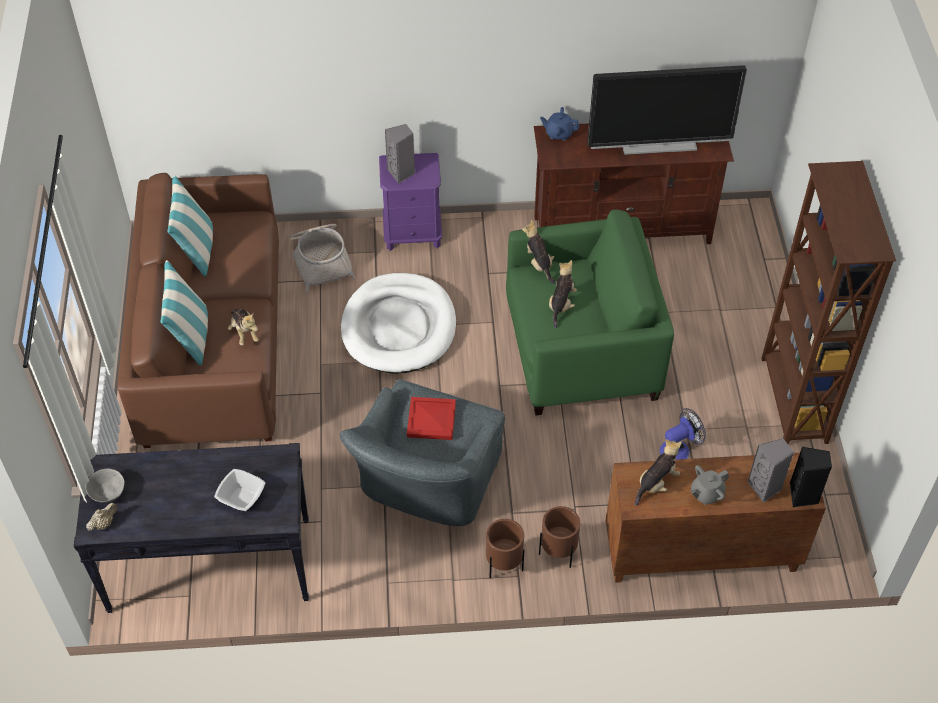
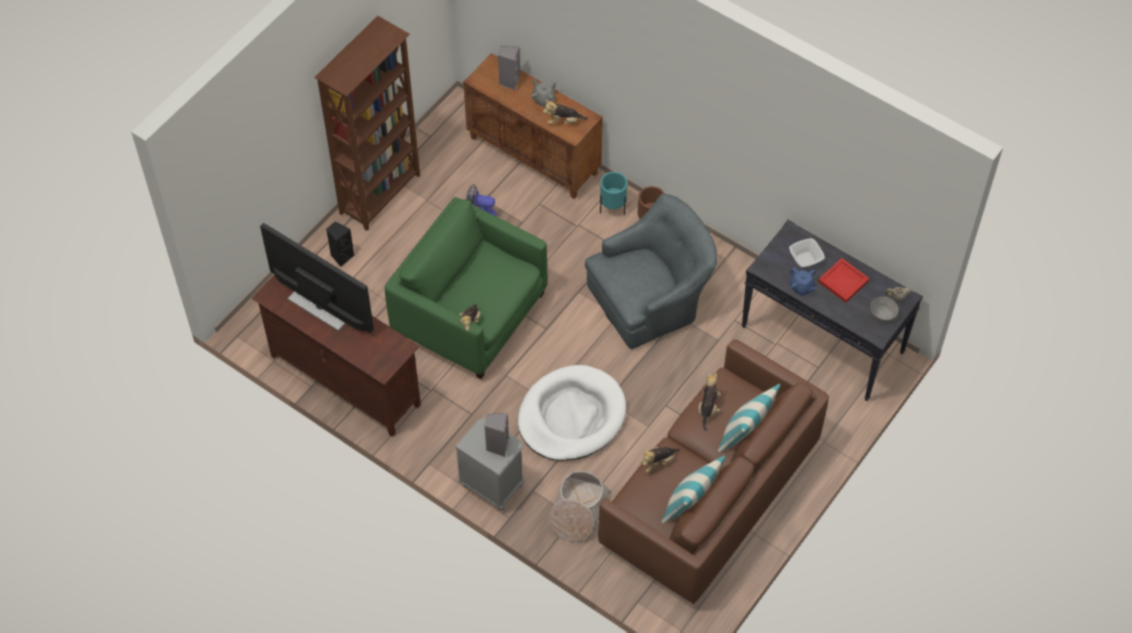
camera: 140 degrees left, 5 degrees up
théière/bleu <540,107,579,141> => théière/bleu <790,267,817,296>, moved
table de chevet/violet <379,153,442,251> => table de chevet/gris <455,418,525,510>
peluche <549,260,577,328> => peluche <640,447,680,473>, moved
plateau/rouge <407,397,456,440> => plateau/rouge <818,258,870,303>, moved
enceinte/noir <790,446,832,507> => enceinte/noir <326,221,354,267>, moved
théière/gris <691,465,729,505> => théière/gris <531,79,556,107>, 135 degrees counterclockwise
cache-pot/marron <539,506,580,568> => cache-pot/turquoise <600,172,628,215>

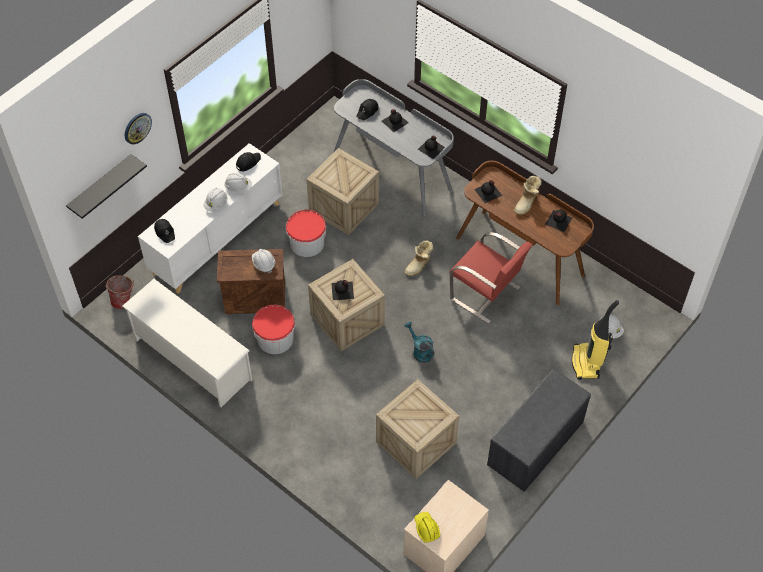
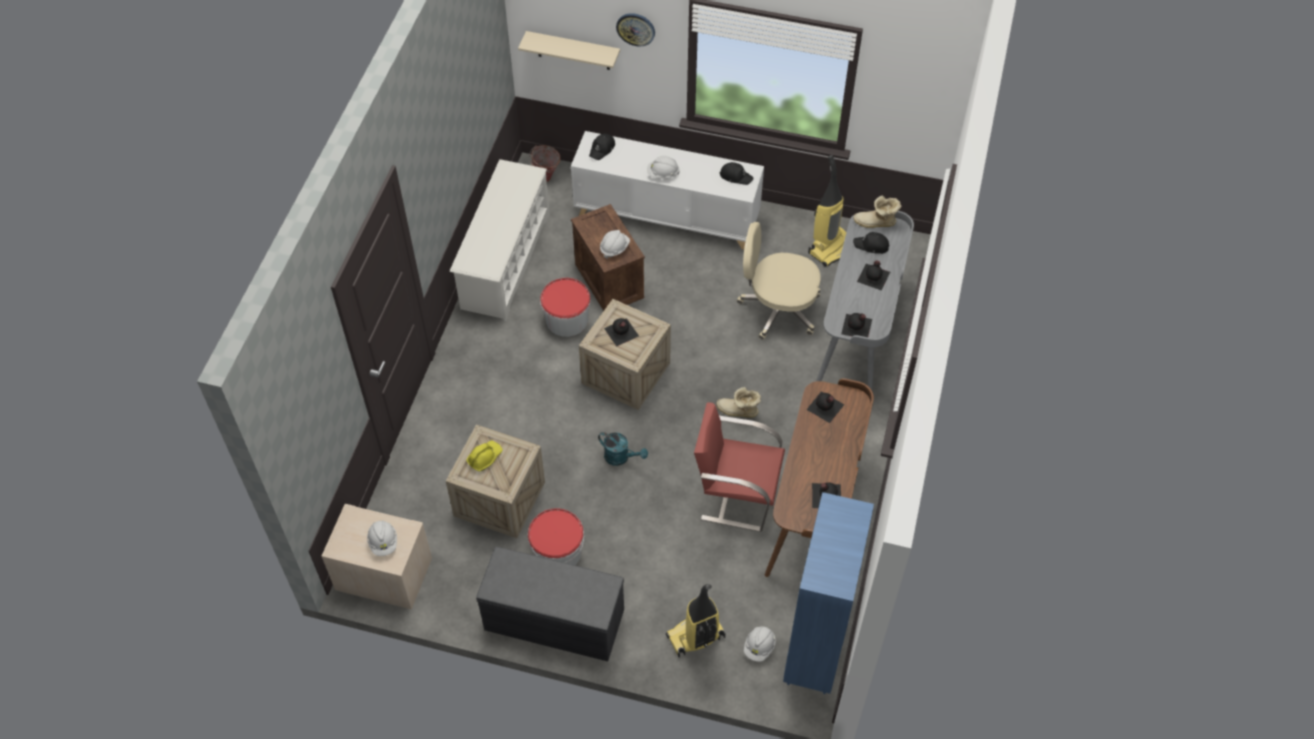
camera: 65 degrees right, 0 degrees up
caisse <307,148,379,235> => chaise de bureau/beige <737,222,821,340>
étagère/noir <66,154,147,219> => étagère/beige <518,31,620,70>
casque de chantier/blanc <225,173,252,192> => casque de chantier/blanc <367,521,397,556>, moved
botte <514,176,542,215> => botte <853,196,902,228>, moved
seau <286,210,326,257> => seau <528,508,584,565>, moved
chaise/rouge <449,232,532,324> => chaise/rouge <694,403,785,532>, 90 degrees clockwise
arrosoir/turquoise <404,322,435,363> => arrosoir/turquoise <598,432,648,466>, 90 degrees clockwise
casque de chantier/jaune <414,512,440,543> => casque de chantier/jaune <466,441,503,472>, moved
nothing => aspirateur <808,155,846,267>
nothing => bibliothèque/bleu <783,492,874,694>

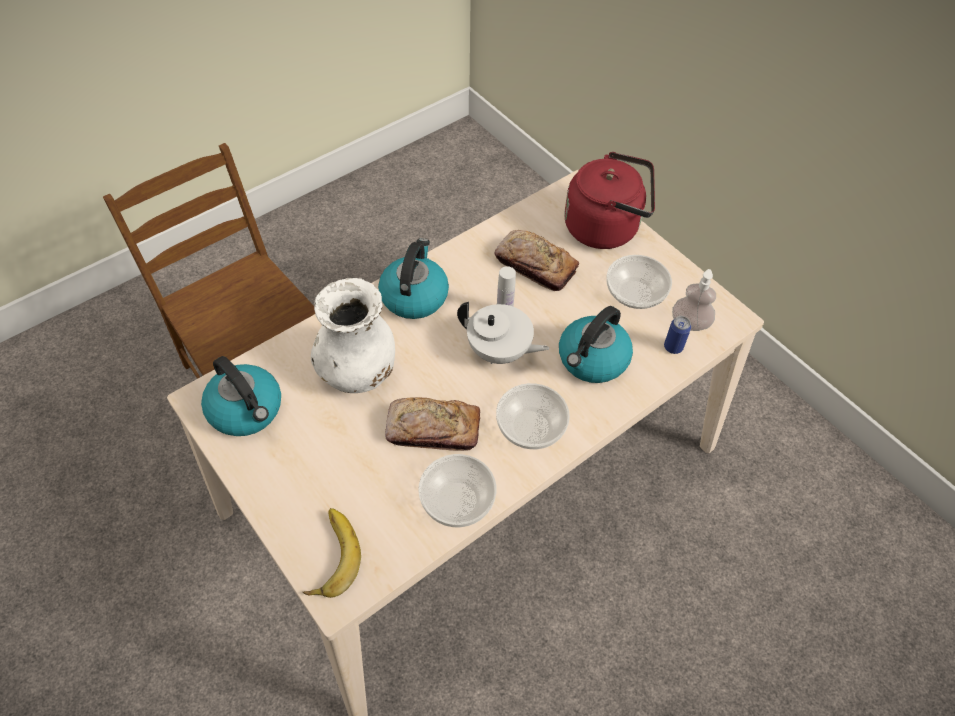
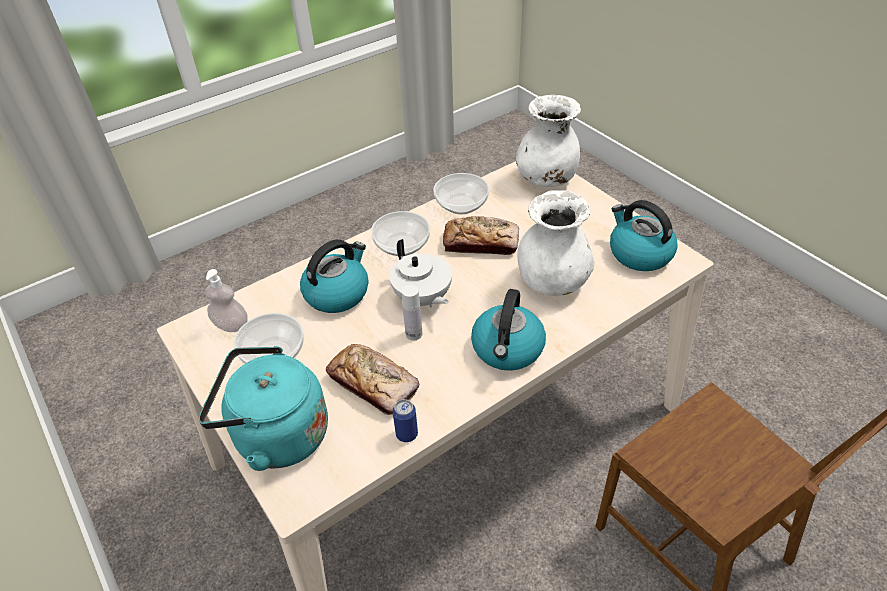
camera: 175 degrees left, 10 degrees down
bouilloire/rouge <564,152,655,249> => bouilloire/turquoise <199,346,328,471>
théière/blanc <457,302,549,364> => théière/blanc <389,239,452,308>, 150 degrees counterclockwise
boîte métallique <664,316,691,354> => boîte métallique <393,399,418,442>, moved
banane <303,508,361,598> => vase/blanc <516,95,581,187>

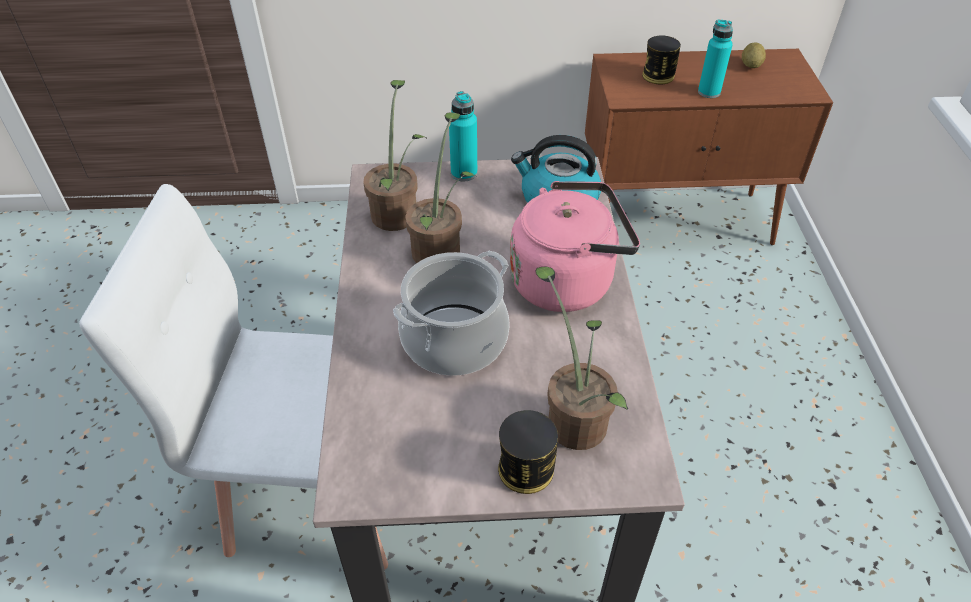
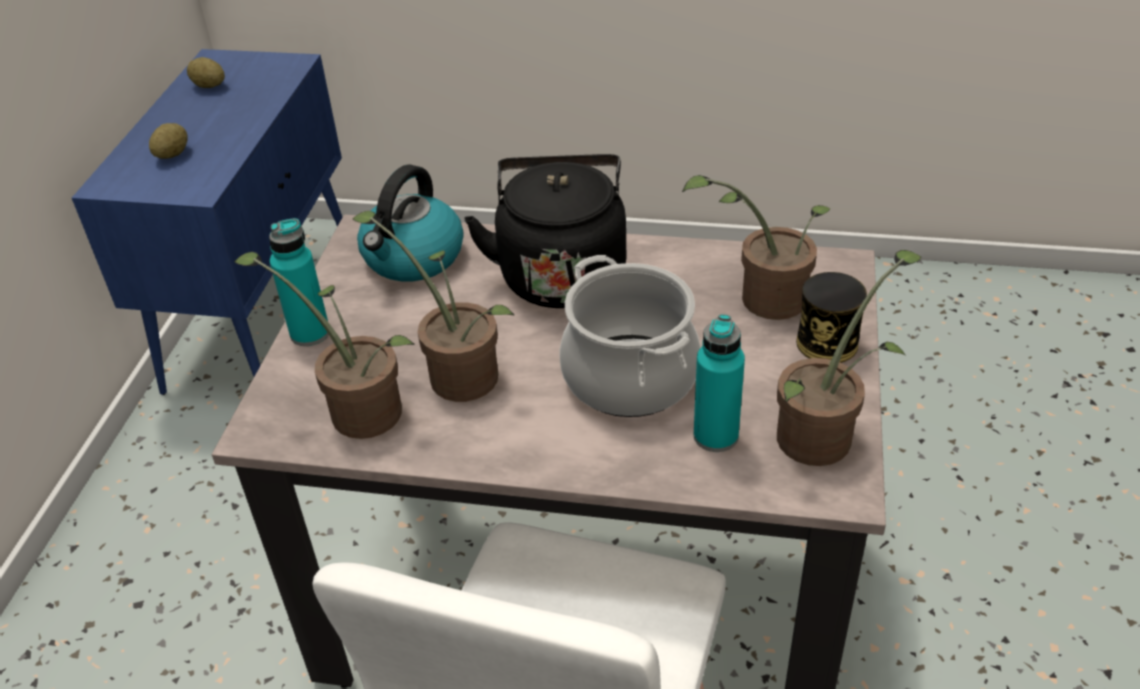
camera: 75 degrees left, 5 degrees down
bouteille/turquoise <698,20,733,98> => bouteille/turquoise <694,314,745,452>, moved
boîte métallique <642,35,681,84> => pomme de terre <149,123,188,159>
meuble de rangement/marron <585,49,833,245> => meuble de rangement/bleu <72,49,342,395>
bouilloire/rose <510,181,640,312> => bouilloire/noir <465,154,626,308>
nothing => plante en pot <777,250,921,466>

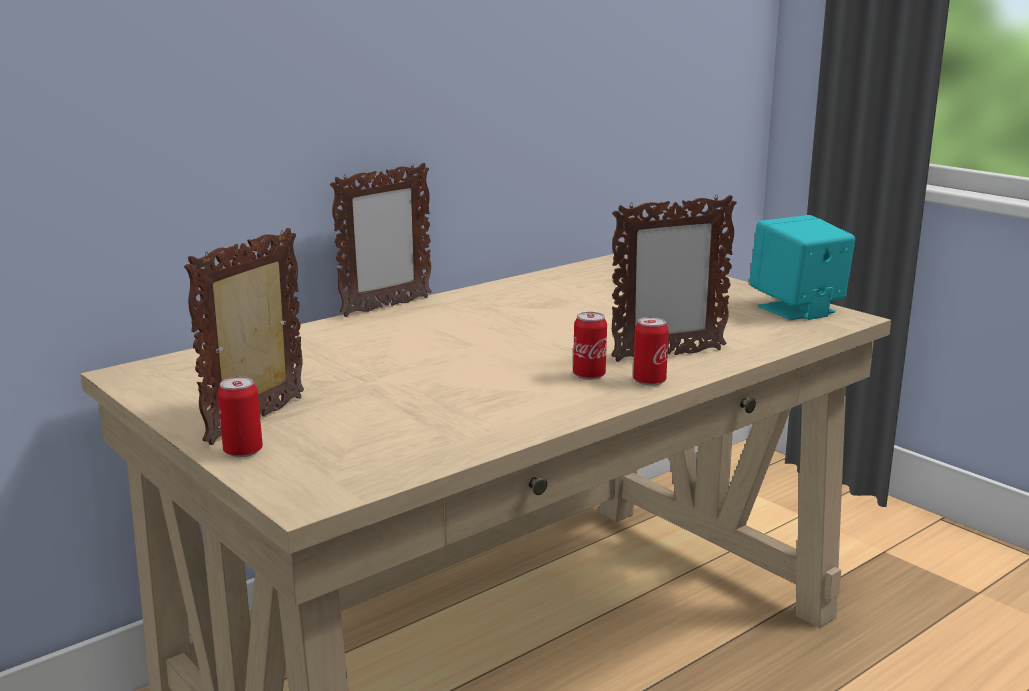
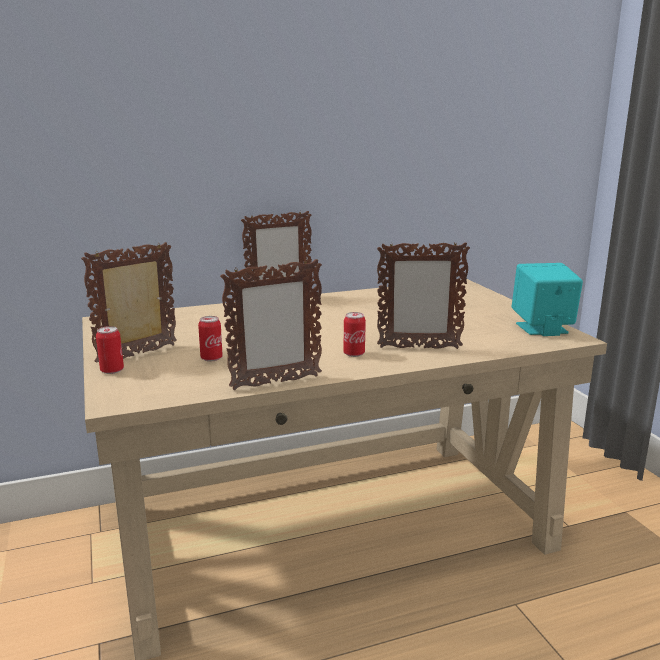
camera: 20 degrees right, 0 degrees up
boîte métallique <633,317,669,386> => boîte métallique <198,316,223,362>, moved
nothing => cadre photo <220,259,322,390>

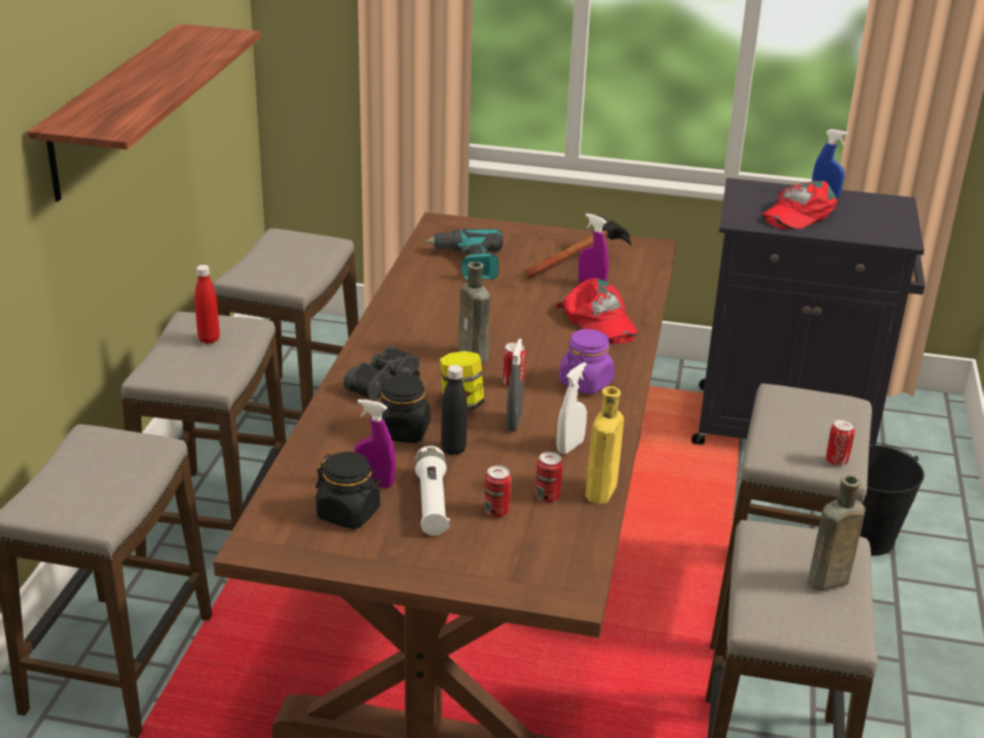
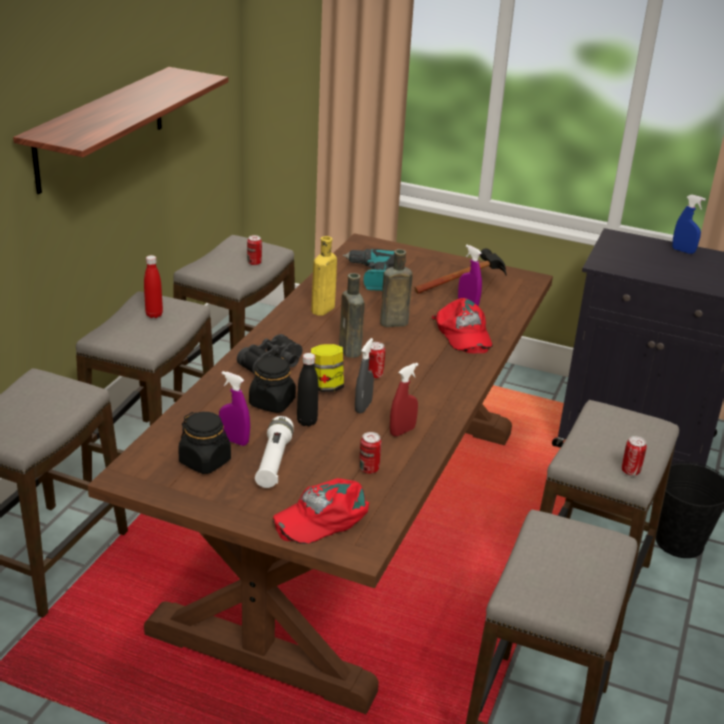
camera: 10 degrees right, 0 degrees up
casquette/rouge <762,180,837,230> => casquette/rouge <273,478,369,544>, moved
bocal/violet <559,329,615,394> => nothing
vaporisateur/blanc <557,362,587,454> => vaporisateur/rouge <390,363,418,436>
bouteille/jaune <585,386,624,504> => bouteille/jaune <311,236,337,316>, moved
boîte métallique <485,465,511,517> => boîte métallique <247,235,262,265>, moved
bouteille/marron <808,475,865,591> => bouteille/marron <380,249,413,327>, moved

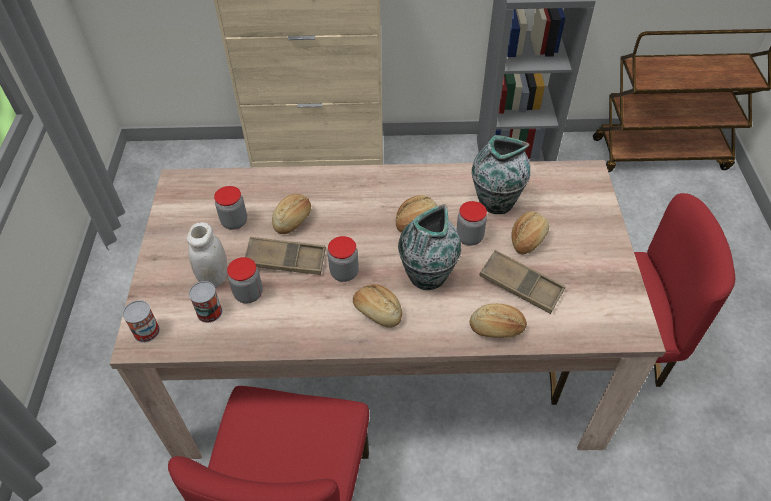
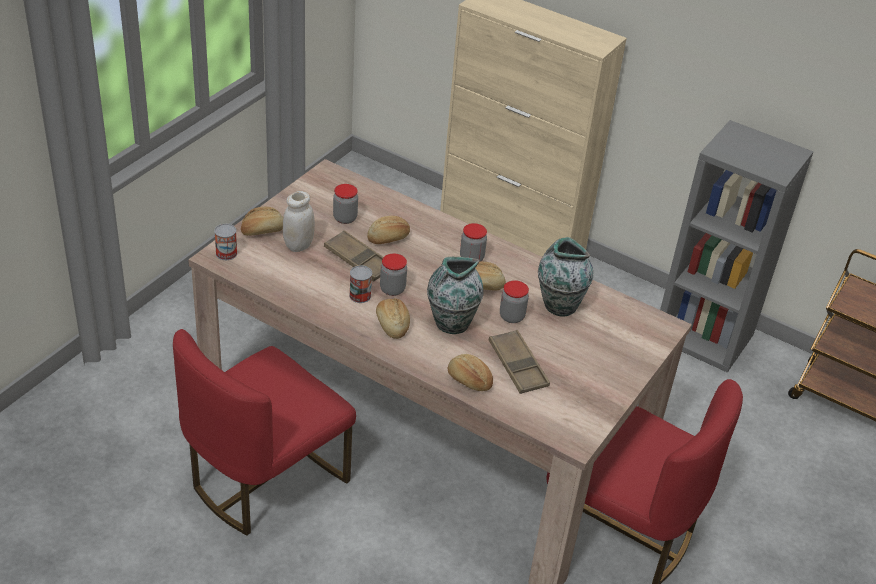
camera: 30 degrees right, 10 degrees down
pain <511,212,549,255> => pain <241,207,283,236>, moved
bocal <227,257,263,304> => bocal <460,223,487,261>, moved
boîte métallique <189,281,222,323> => boîte métallique <349,265,372,303>, moved

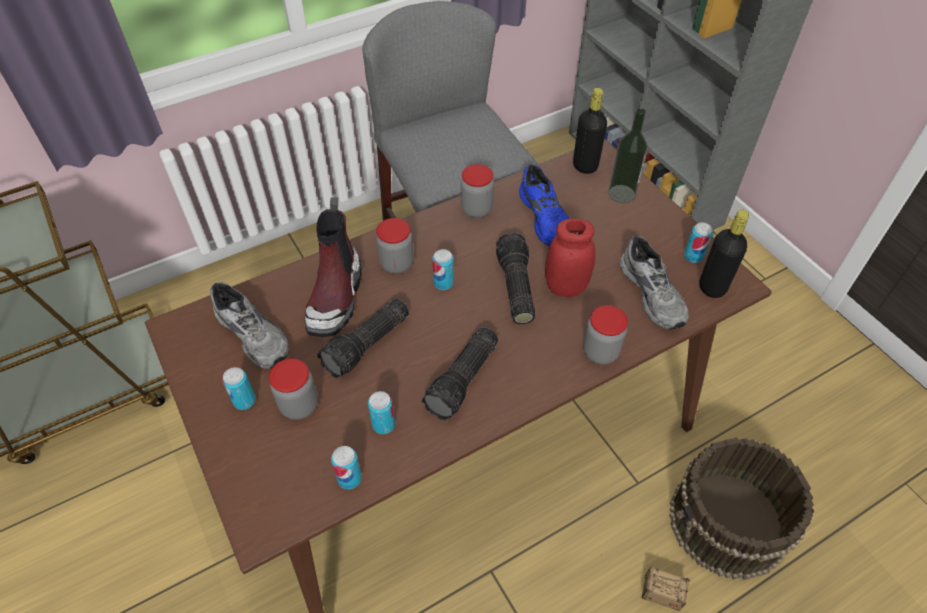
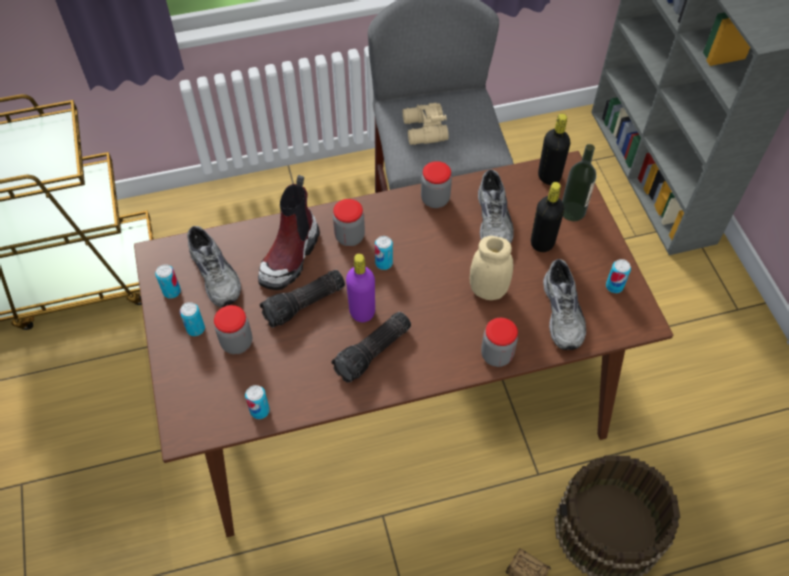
camera: 15 degrees right, 5 degrees up
chaussure/bleu <519,164,569,246> => chaussure/gris <478,169,514,244>
bouteille/noir <699,210,749,298> => bouteille/noir <531,182,564,252>, moved
bocal/rouge <545,219,595,297> => bocal/beige <470,236,513,300>
lampe de poche <496,233,535,324> => nothing
boîte métallique <368,391,395,434> => boîte métallique <155,264,181,299>, moved
nothing => jumelles/beige <403,103,449,145>
nothing => bouteille/violet <346,254,375,322>

